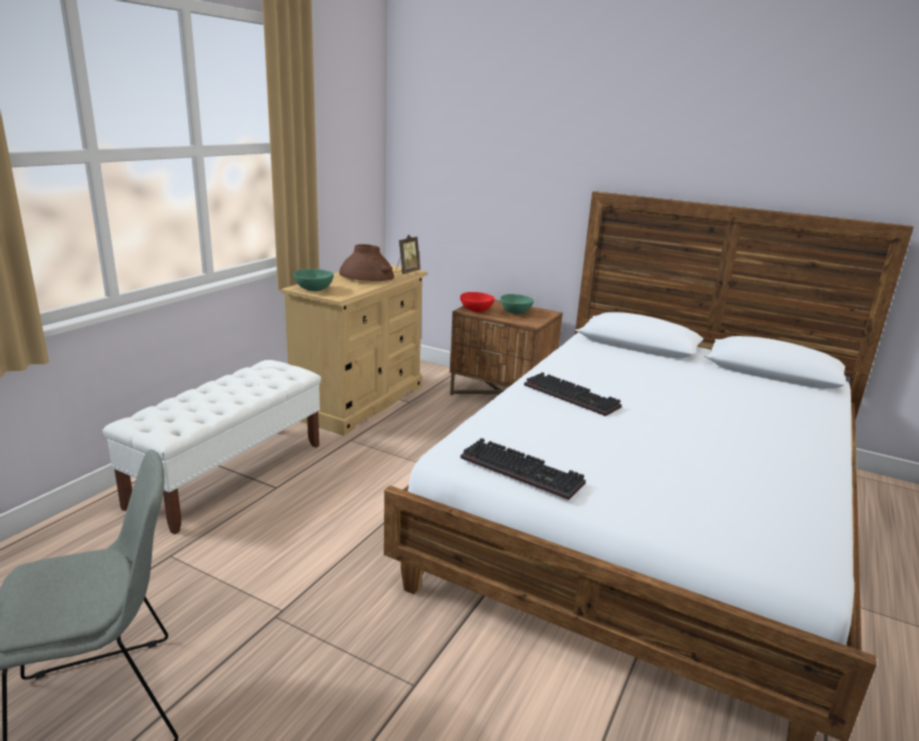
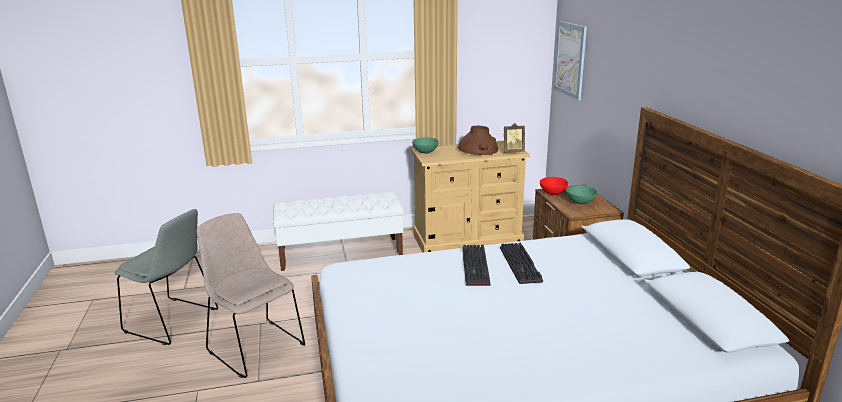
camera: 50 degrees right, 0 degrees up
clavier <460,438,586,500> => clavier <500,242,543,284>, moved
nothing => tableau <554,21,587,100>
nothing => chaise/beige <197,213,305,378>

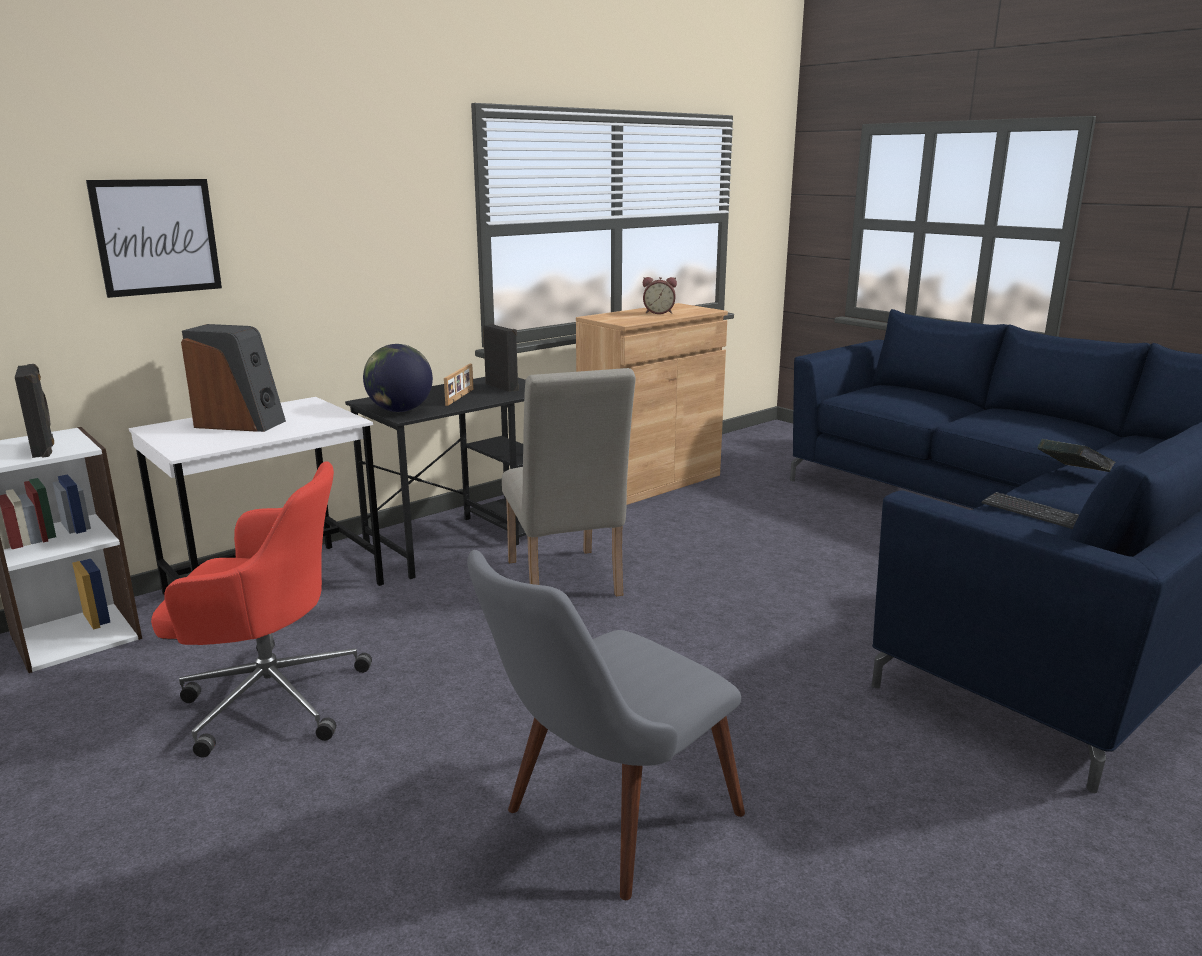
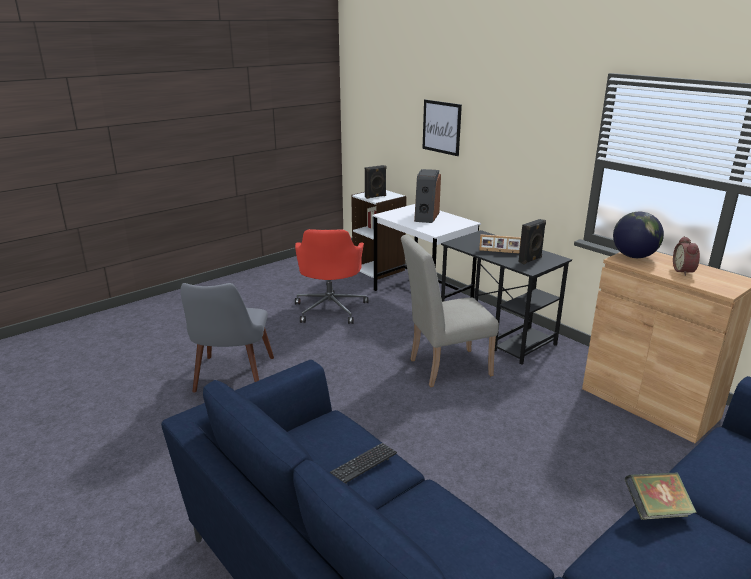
camera: 90 degrees right, 5 degrees up
globe <363,344,433,412> => globe <613,212,664,258>, moved
livre <1037,439,1116,472> => livre <624,472,697,520>, moved
chaise/gris <467,550,745,900> => chaise/gris <181,283,274,393>, 135 degrees counterclockwise

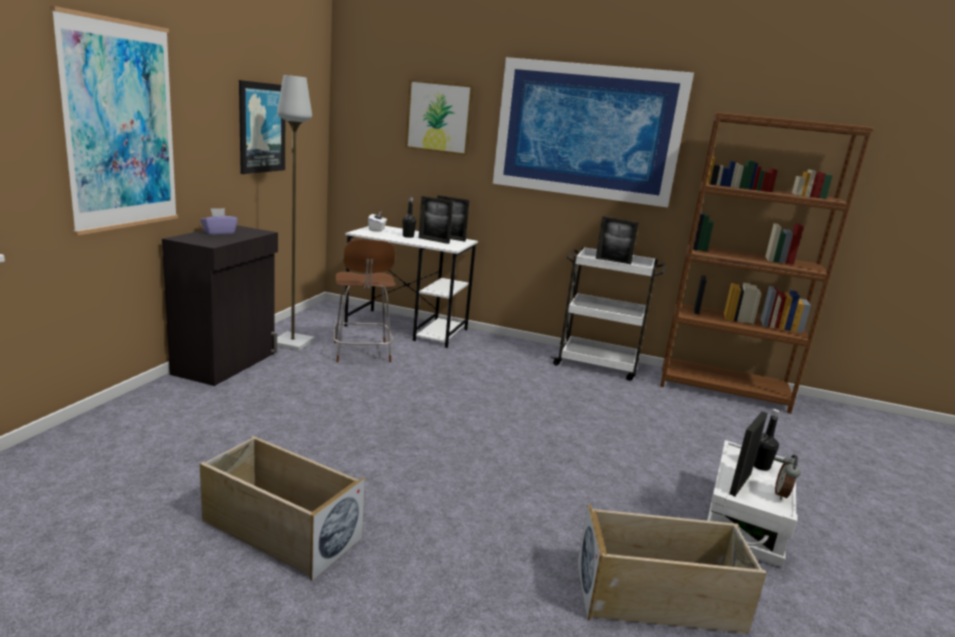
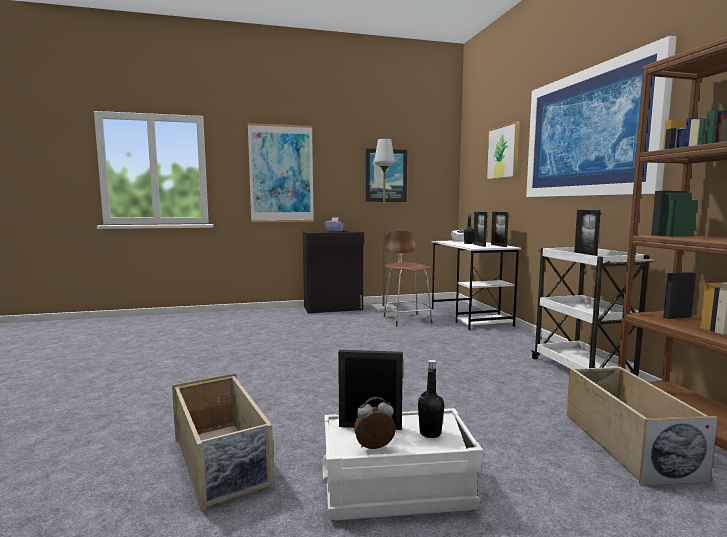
camera: 60 degrees right, 10 degrees down
chaise/marron <334,240,395,362> => chaise/marron <384,231,433,327>, 120 degrees clockwise
boîte de rangement/beige <200,436,365,581> => boîte de rangement/beige <566,367,718,486>, moved

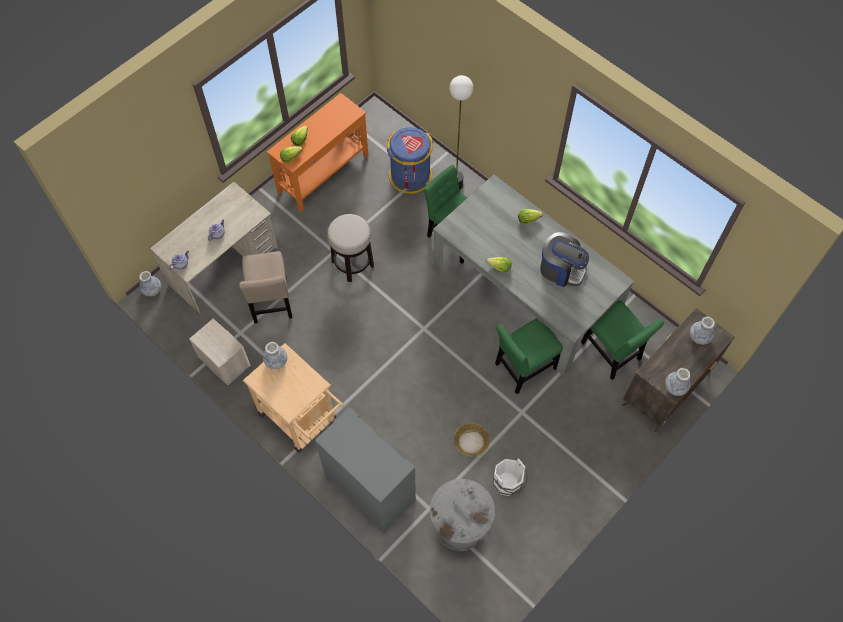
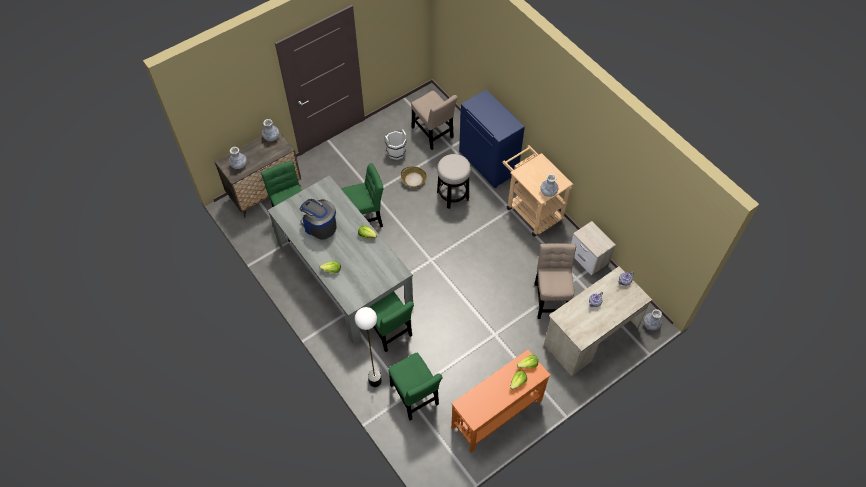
camera: 170 degrees left, 5 degrees down
poubelle/bleu <387,127,433,194> => chaise/vert <388,353,442,421>
tabouret <327,214,374,282> => tabouret <437,154,471,209>, moved
meuble de rangement/gris <315,408,416,533> => meuble de rangement/bleu <459,90,525,188>
poubelle/gris <430,479,495,551> => chaise/beige <411,90,458,150>

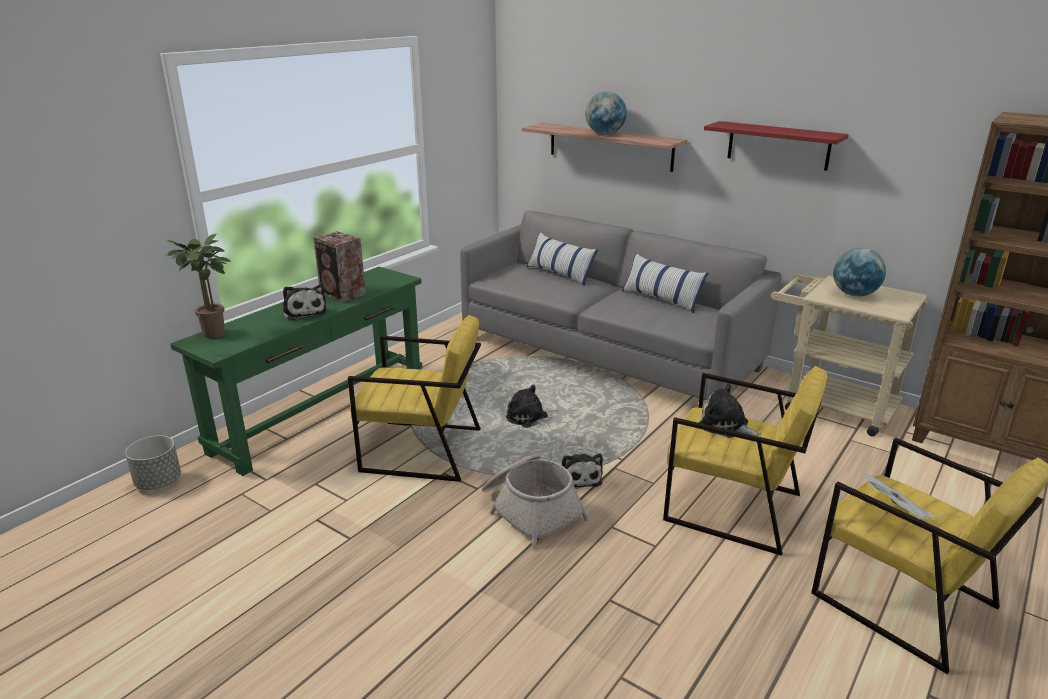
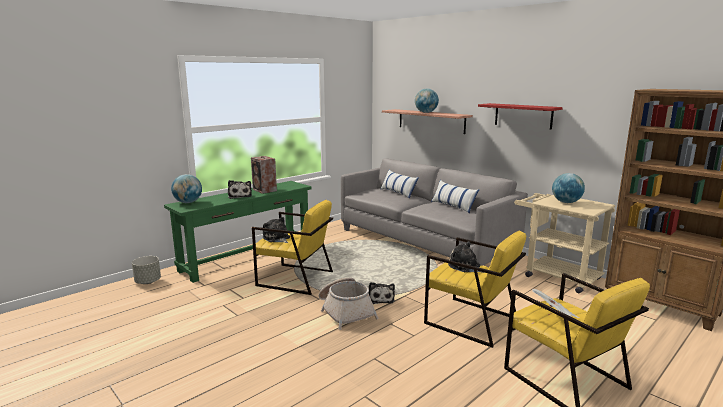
camera: 10 degrees right, 10 degrees down
plante en pot <165,234,231,338> => globe <171,174,202,203>
peluche <506,385,550,428> => peluche <263,217,290,243>, moved

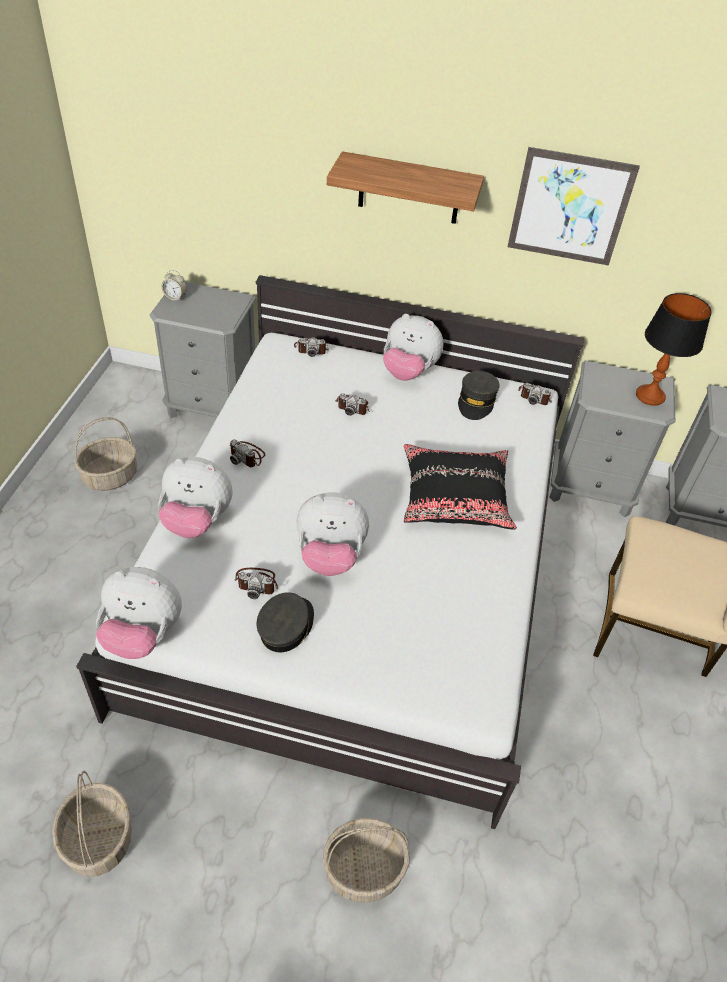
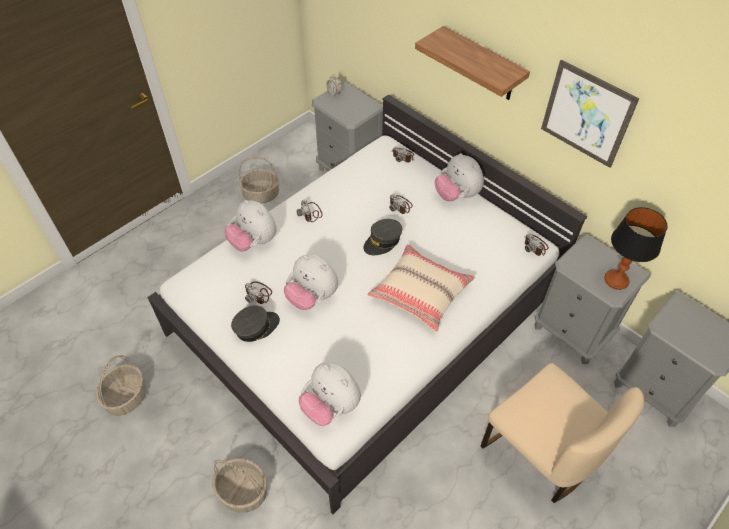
camera: 35 degrees right, 5 degrees up
casquette/gris <458,371,500,420> => casquette/gris <363,219,402,255>, moved
coussin/noir <404,444,517,529> => coussin/beige <367,244,475,332>
peluche <96,567,182,659> => peluche <299,362,361,426>, moved

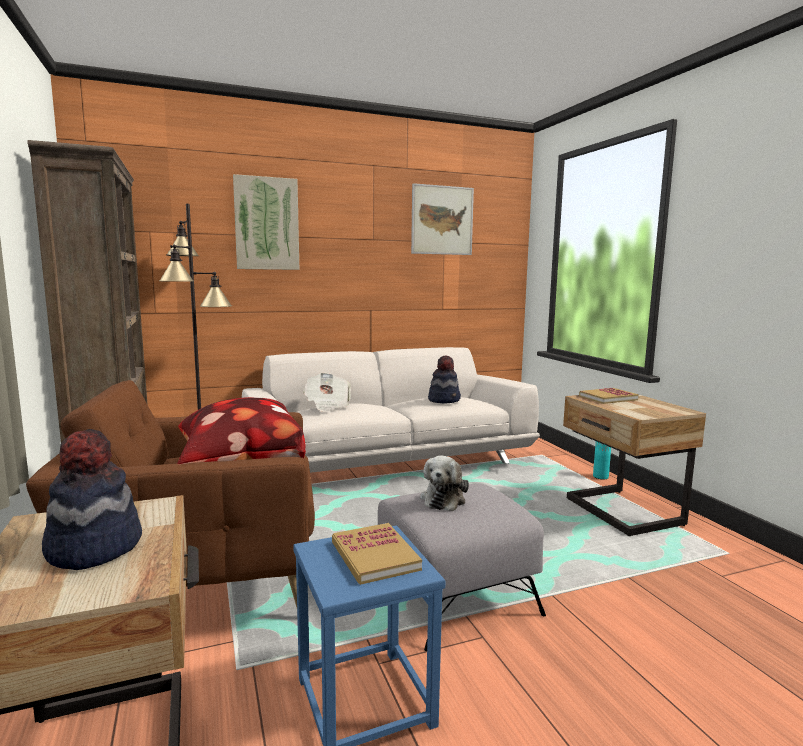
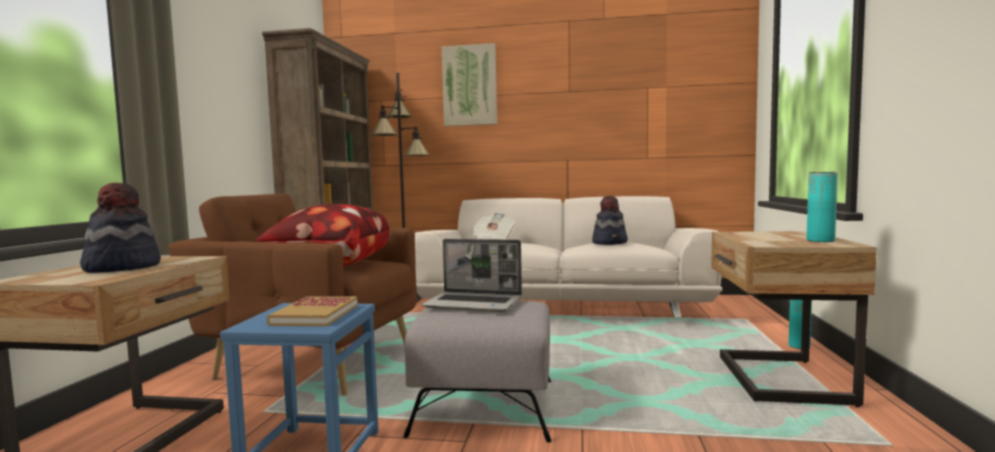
camera: 30 degrees right, 5 degrees down
tableau <411,183,474,255> => nothing
livre <579,388,639,404> => nothing
peluche <420,456,469,511> => ordinateur portable <422,239,522,312>
nothing => vase/turquoise <807,172,838,242>

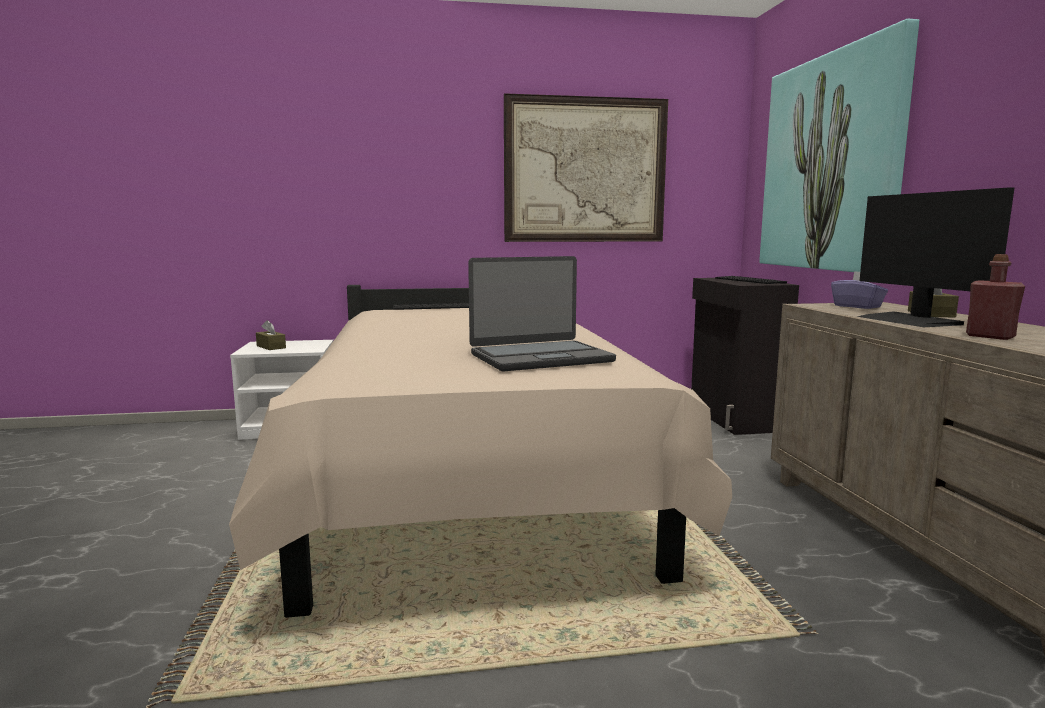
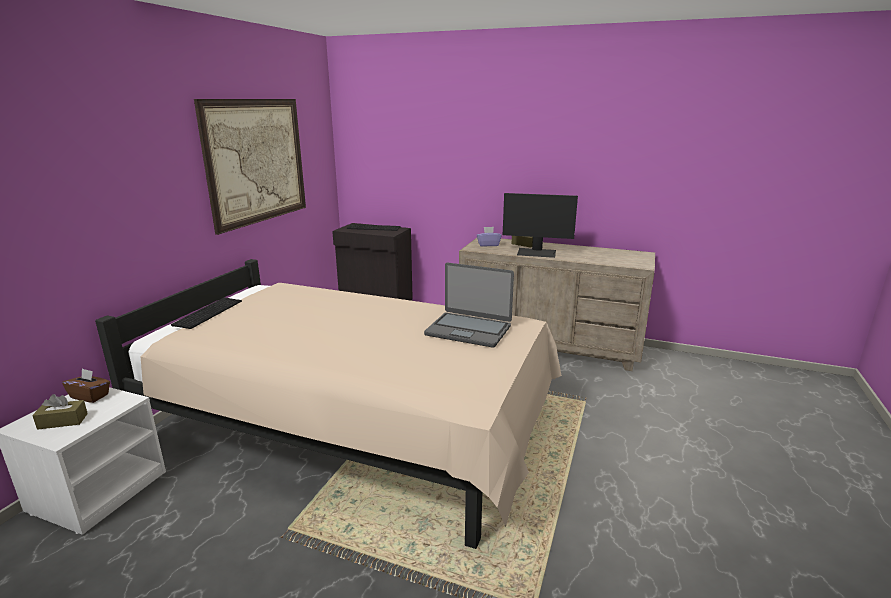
camera: 60 degrees left, 10 degrees up
tableau <759,19,919,272> => nothing
bouteille/rouge <966,254,1025,340> => nothing
ordinateur portable <468,256,616,371> => ordinateur portable <424,263,514,348>, 105 degrees clockwise
nothing => boîte à mouchoirs/marron <62,369,110,403>

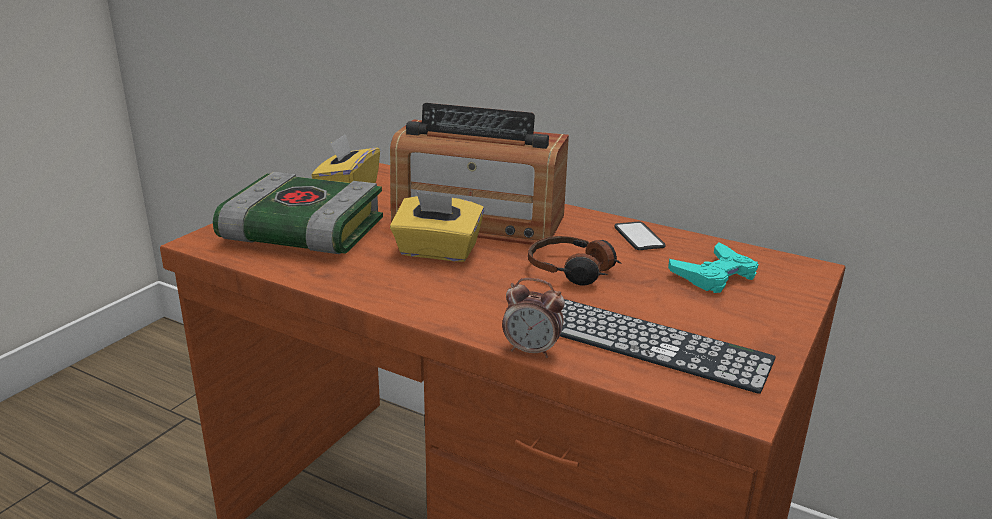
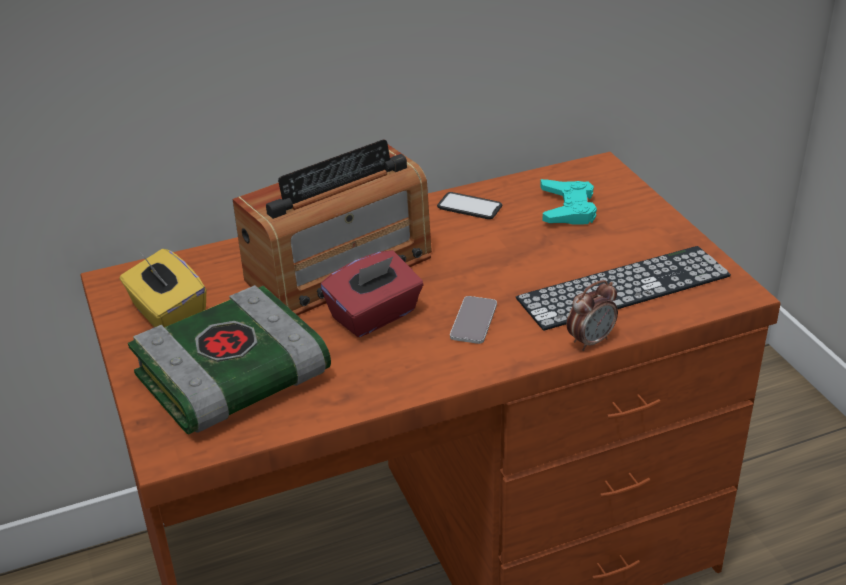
camera: 50 degrees left, 10 degrees up
boîte à mouchoirs/jaune <390,192,484,262> => boîte à mouchoirs/rouge <320,250,424,337>
casque audio <528,236,622,285> => nothing
nothing => téléphone <450,296,497,344>

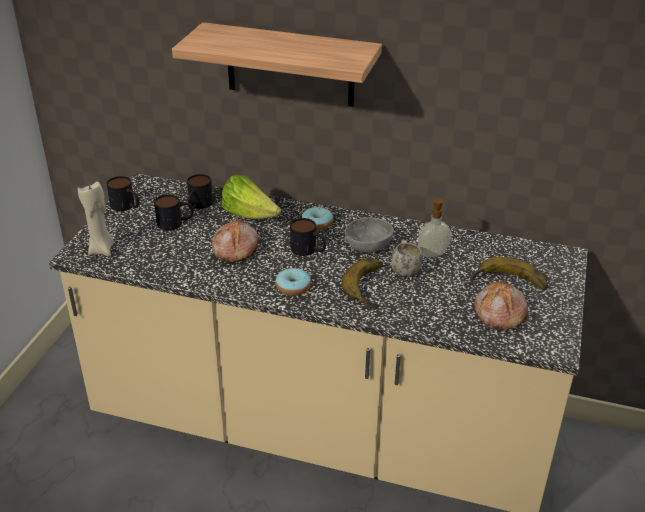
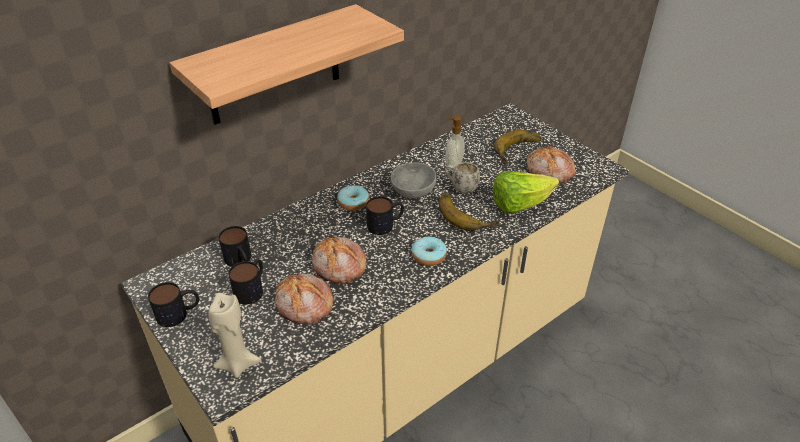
camera: 55 degrees left, 5 degrees up
laitue <222,174,281,219> => laitue <493,171,559,214>, moved
nothing => pain <275,273,334,324>

